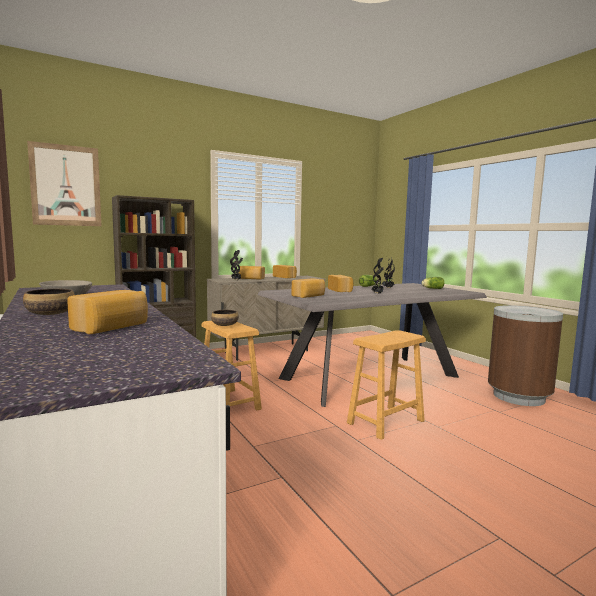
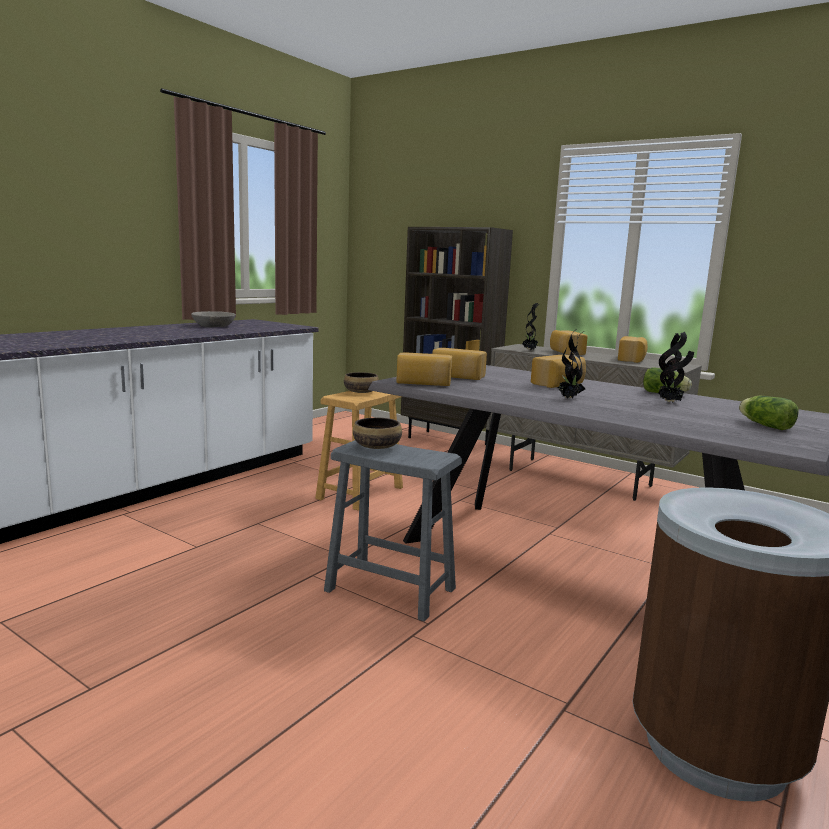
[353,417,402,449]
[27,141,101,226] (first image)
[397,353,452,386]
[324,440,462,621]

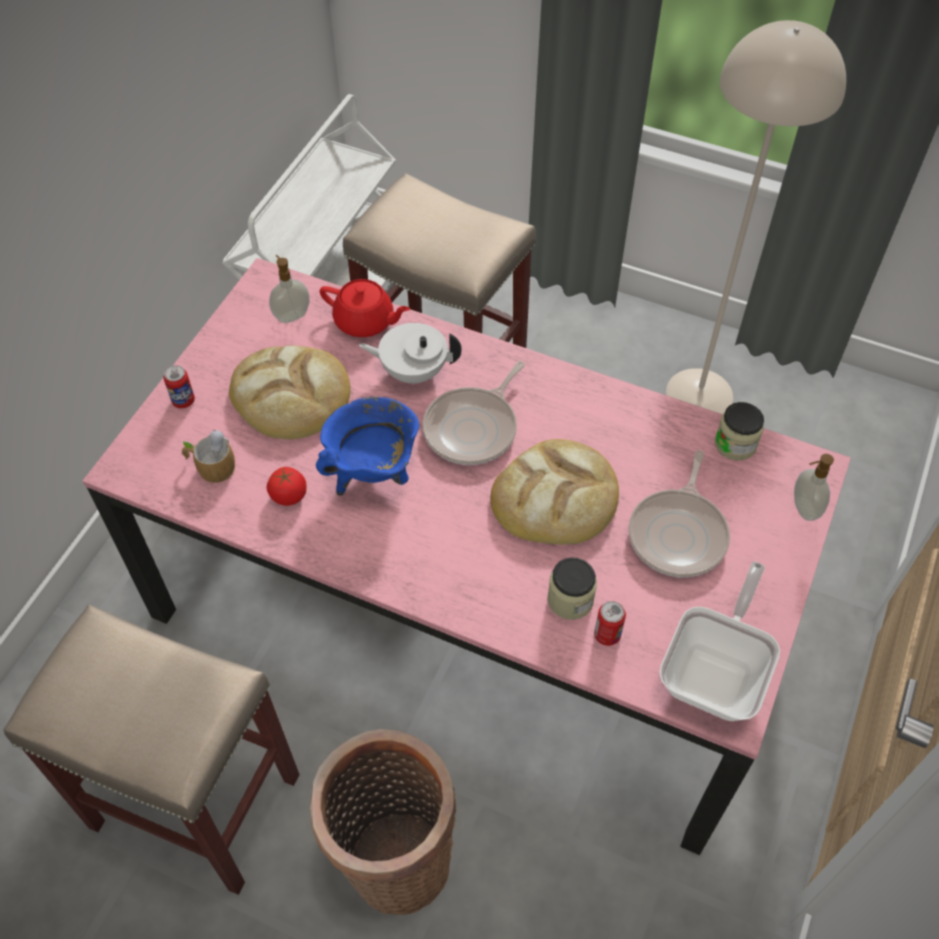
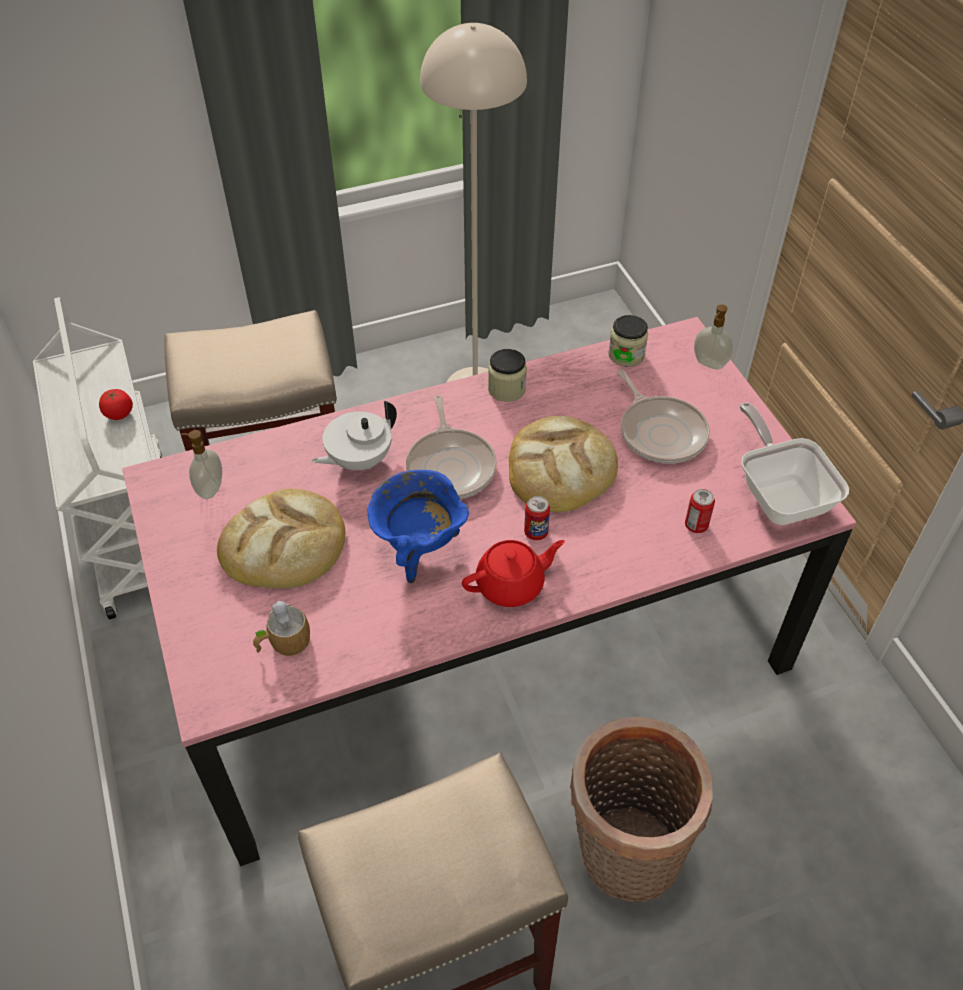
[524,496,550,540]
[99,389,133,420]
[462,540,565,607]
[488,349,527,402]

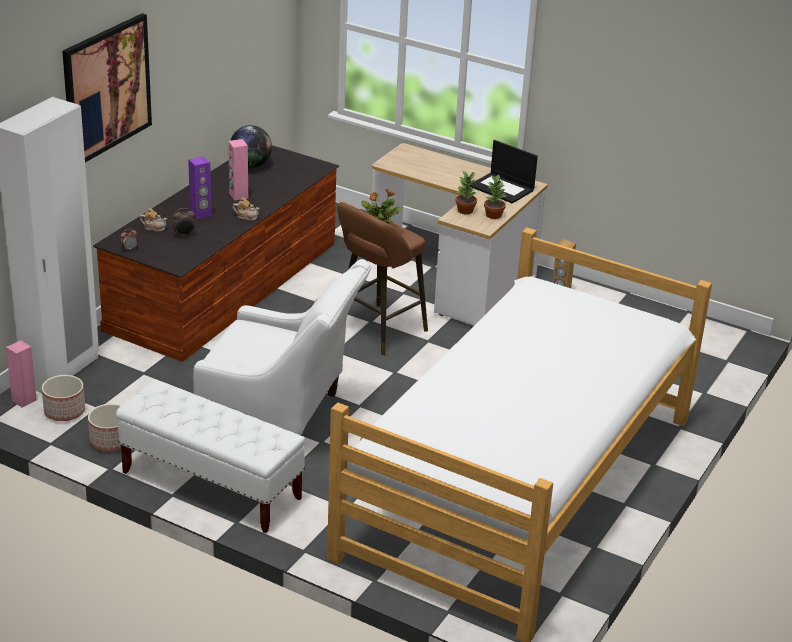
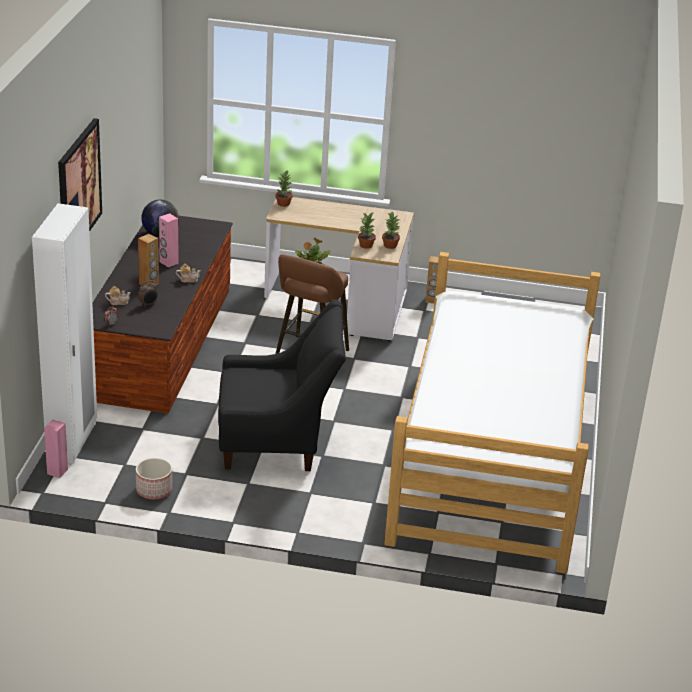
[42,375,85,421] (first image)
[116,380,305,533] (first image)
[138,234,159,286]
[218,299,346,471]
[470,140,538,203] (first image)
[275,171,293,207]

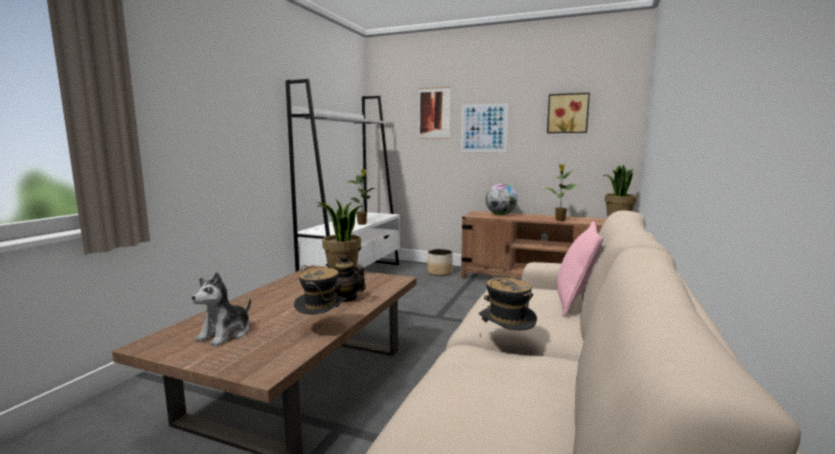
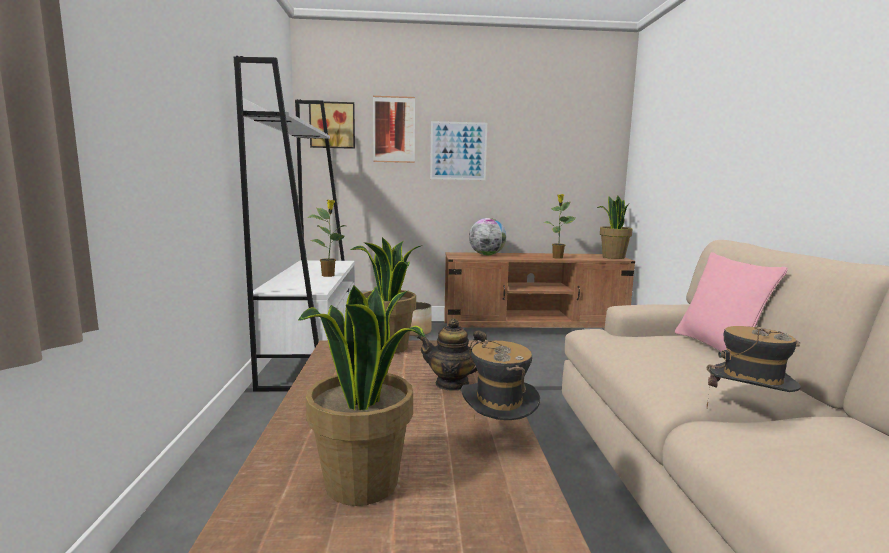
[298,286,425,506]
[309,101,355,149]

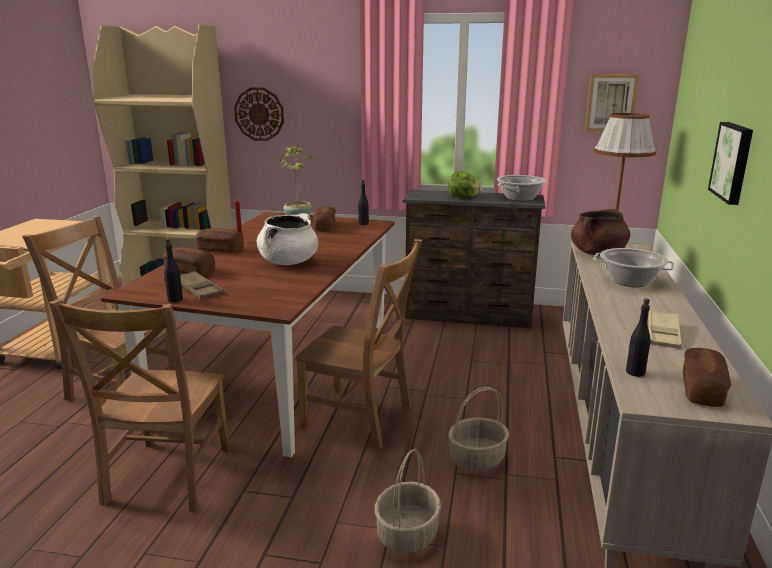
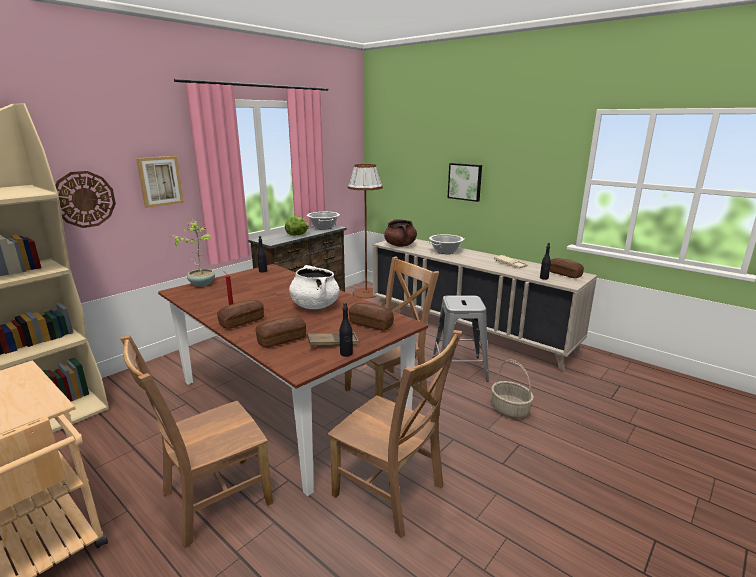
[349,303,394,331]
[432,296,489,382]
[136,156,184,208]

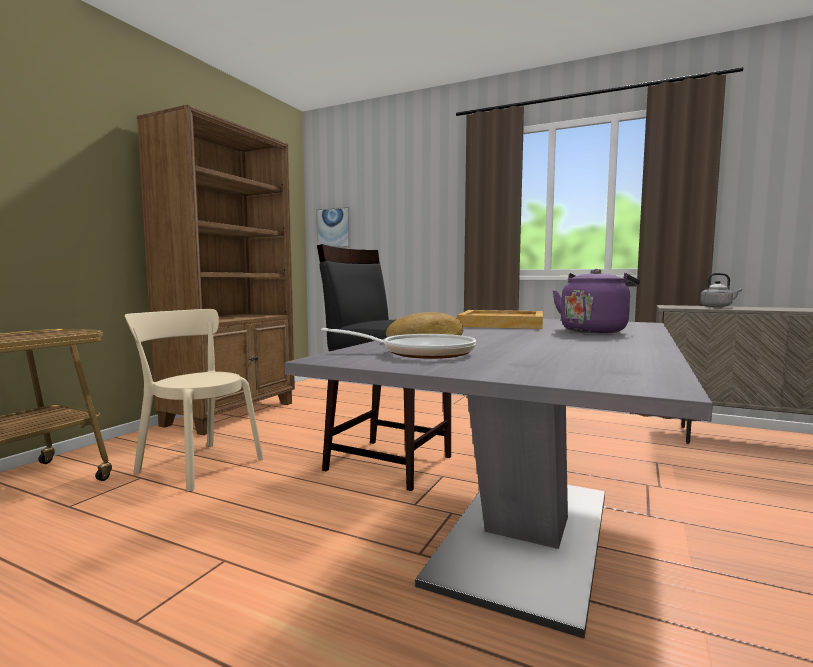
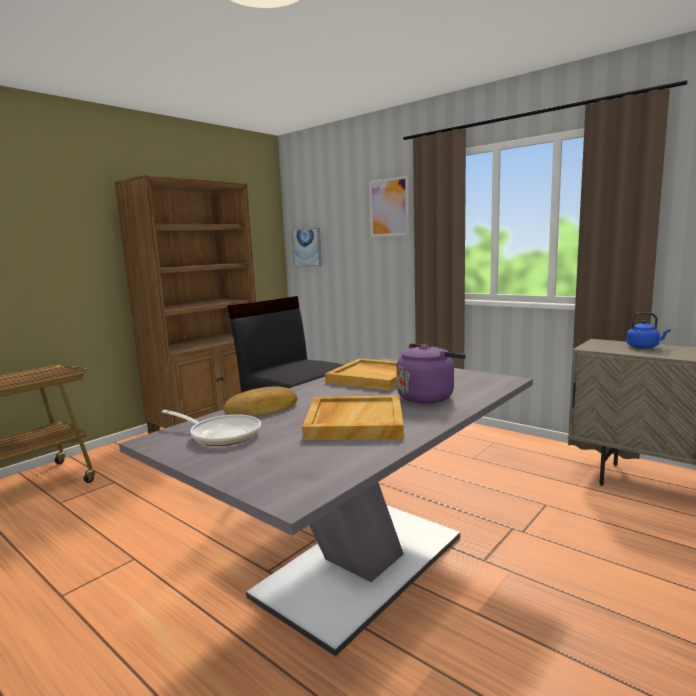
[125,309,264,492] (first image)
[626,312,671,349]
[302,395,404,440]
[369,176,409,237]

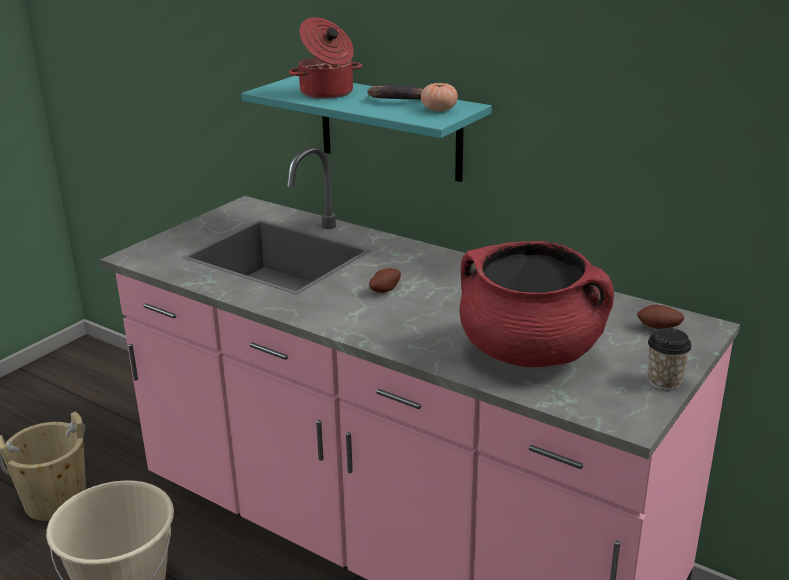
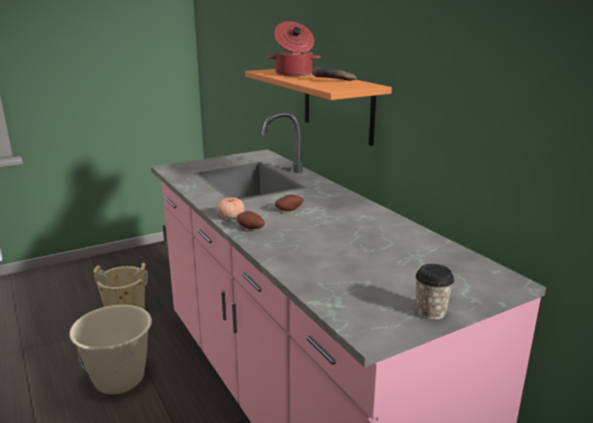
[245,69,392,146]
[217,198,244,219]
[460,241,614,367] (first image)
[237,211,265,229]

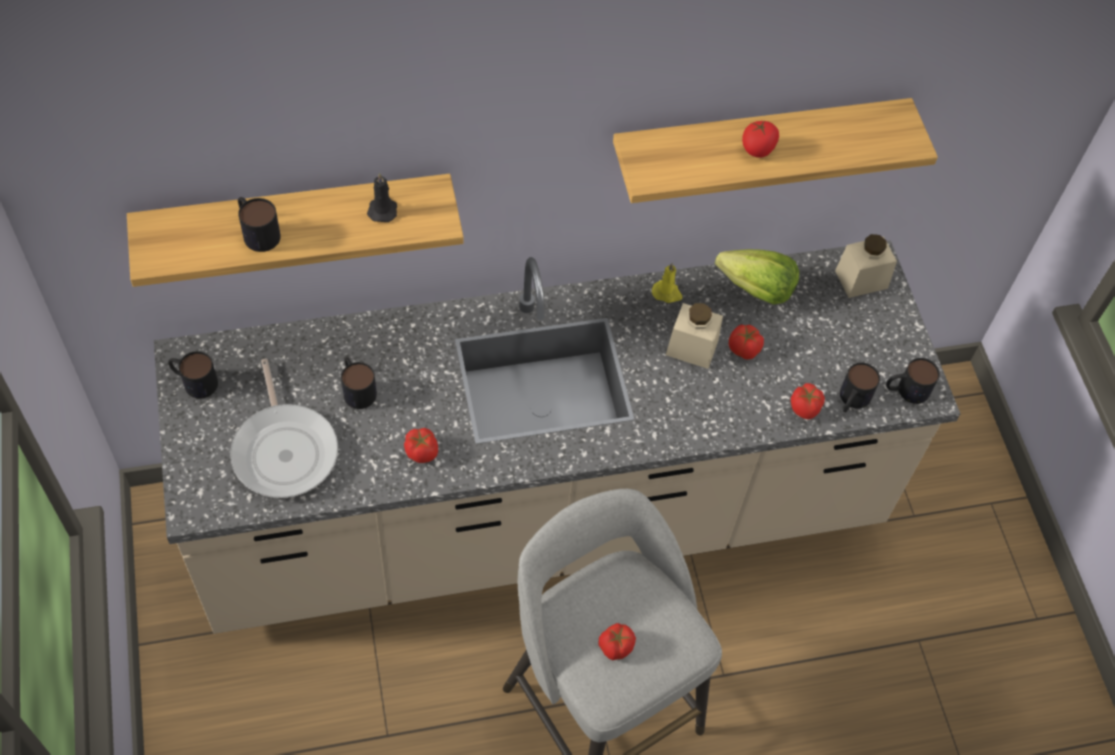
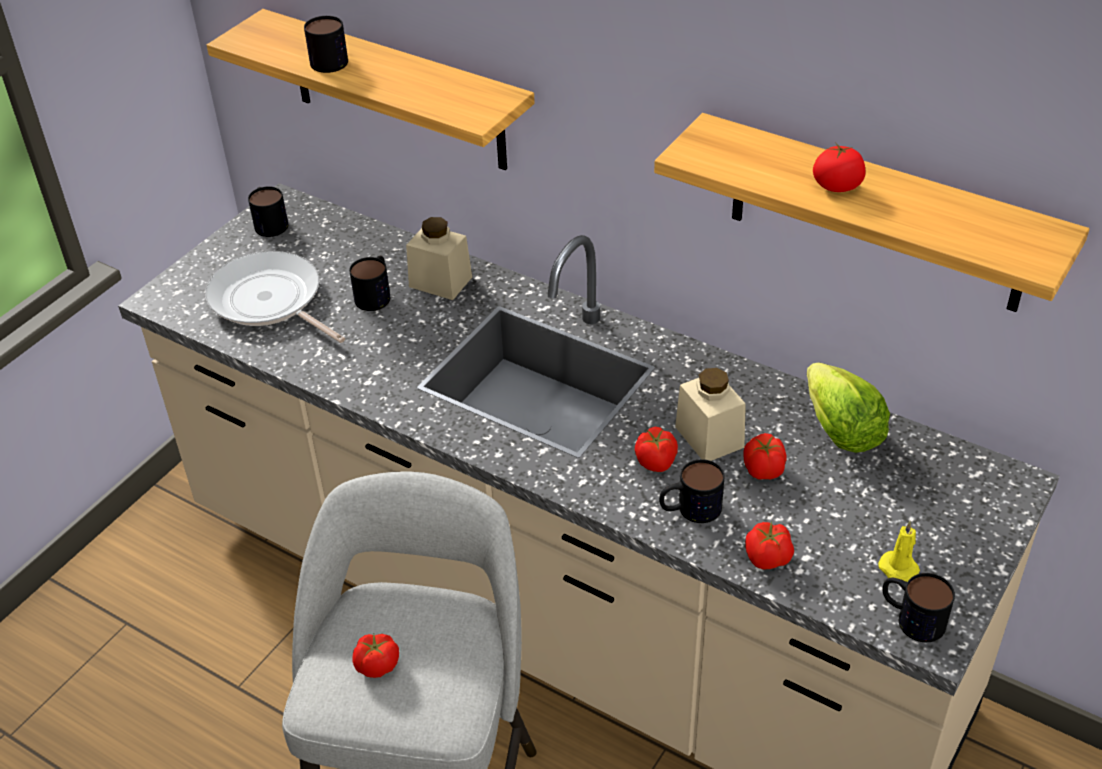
[205,251,345,343]
[367,173,397,222] (first image)
[635,427,678,472]
[878,521,920,582]
[406,217,472,300]
[659,459,725,523]

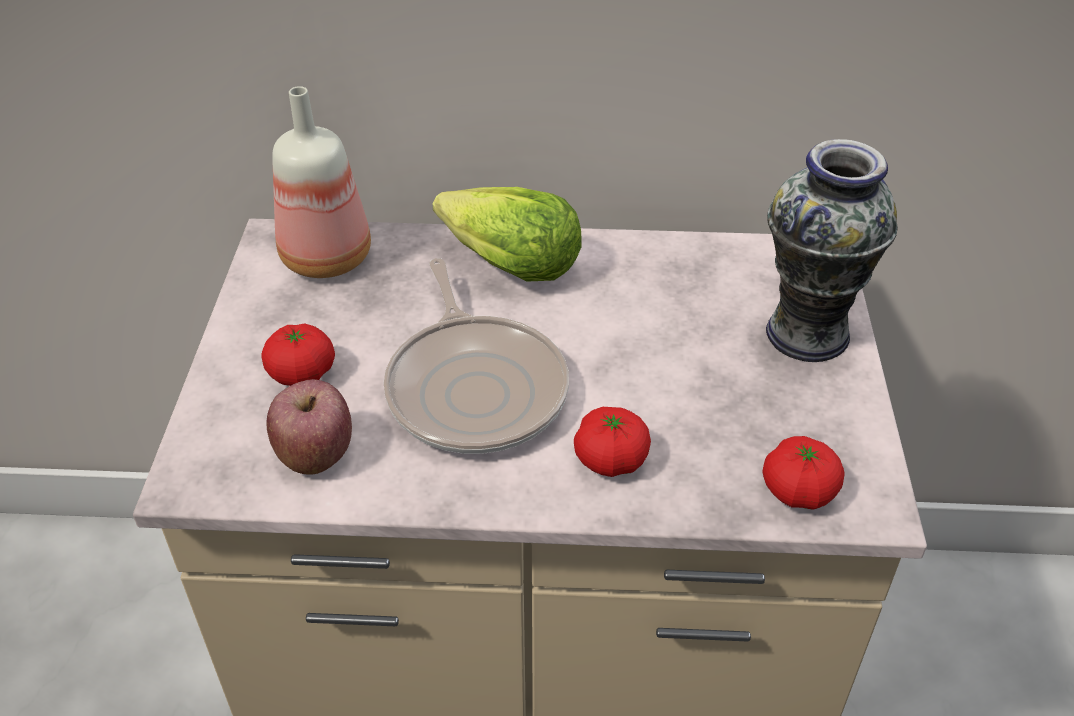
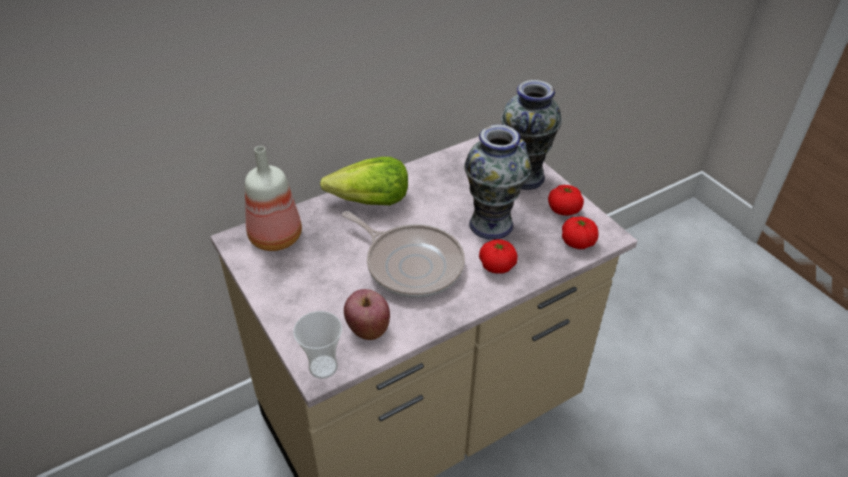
[548,185,584,216]
[293,311,342,379]
[464,124,531,240]

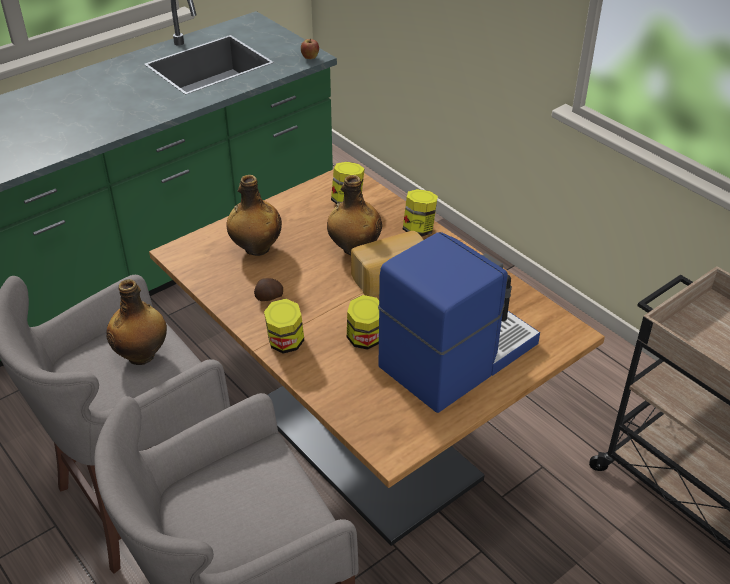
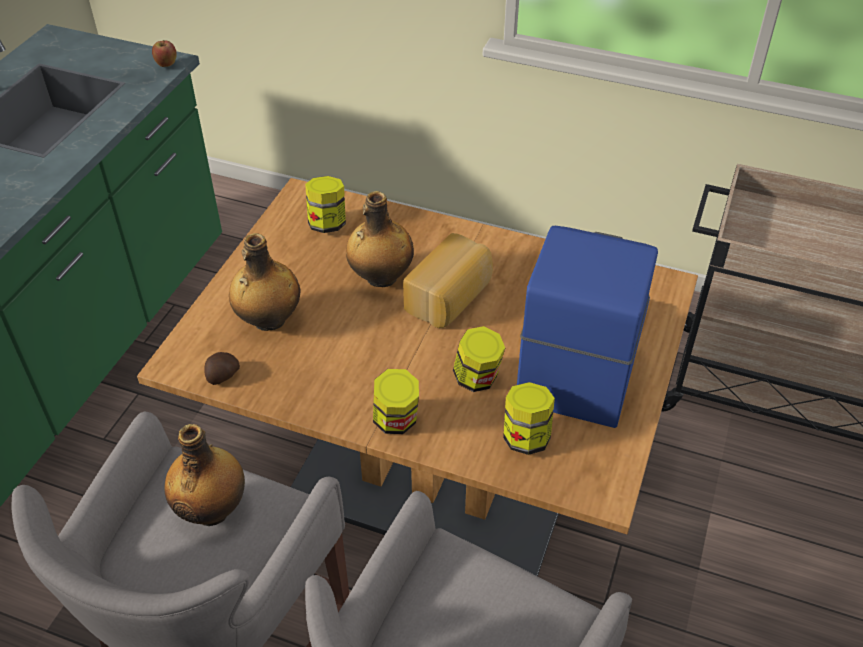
[204,352,240,385]
[503,382,555,455]

